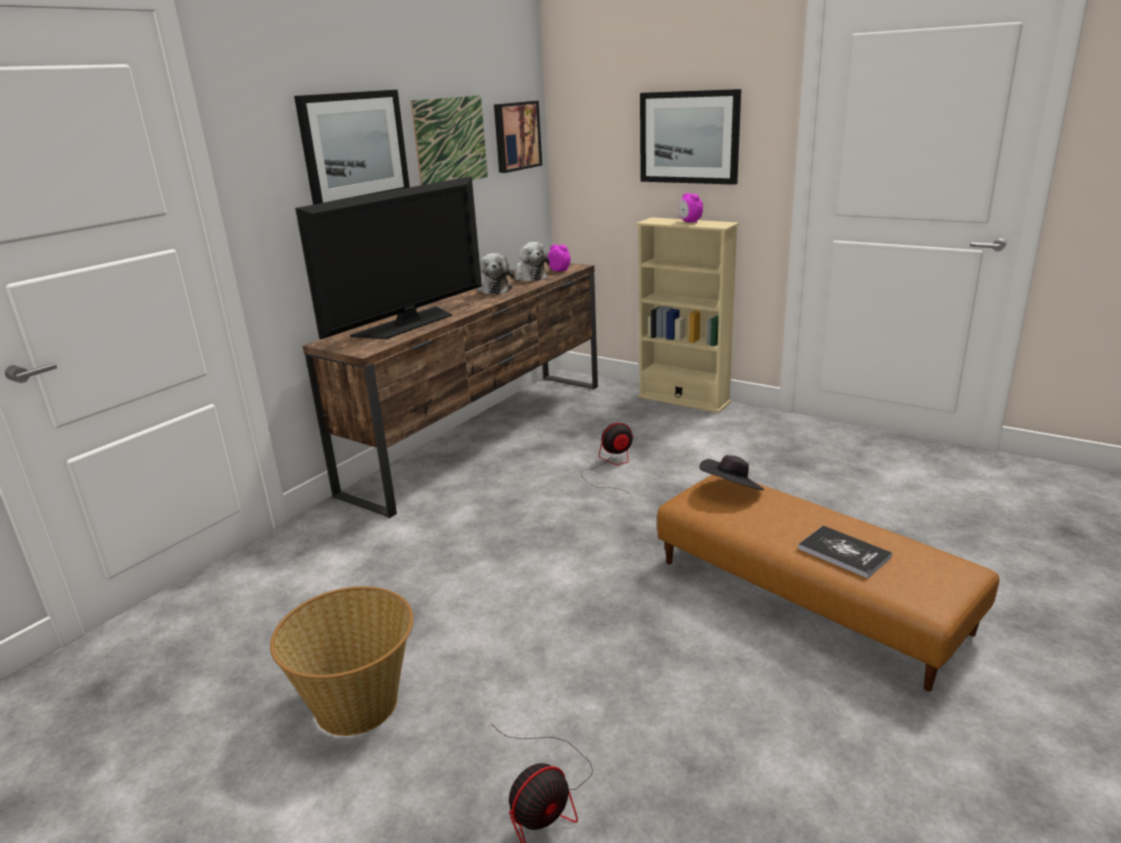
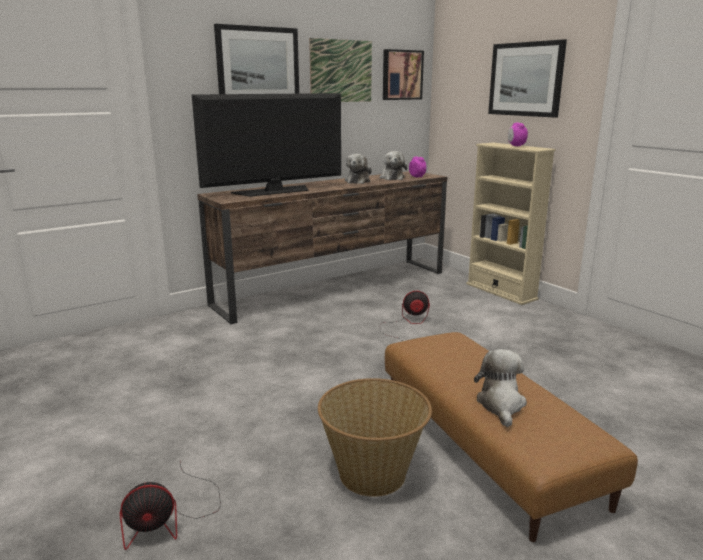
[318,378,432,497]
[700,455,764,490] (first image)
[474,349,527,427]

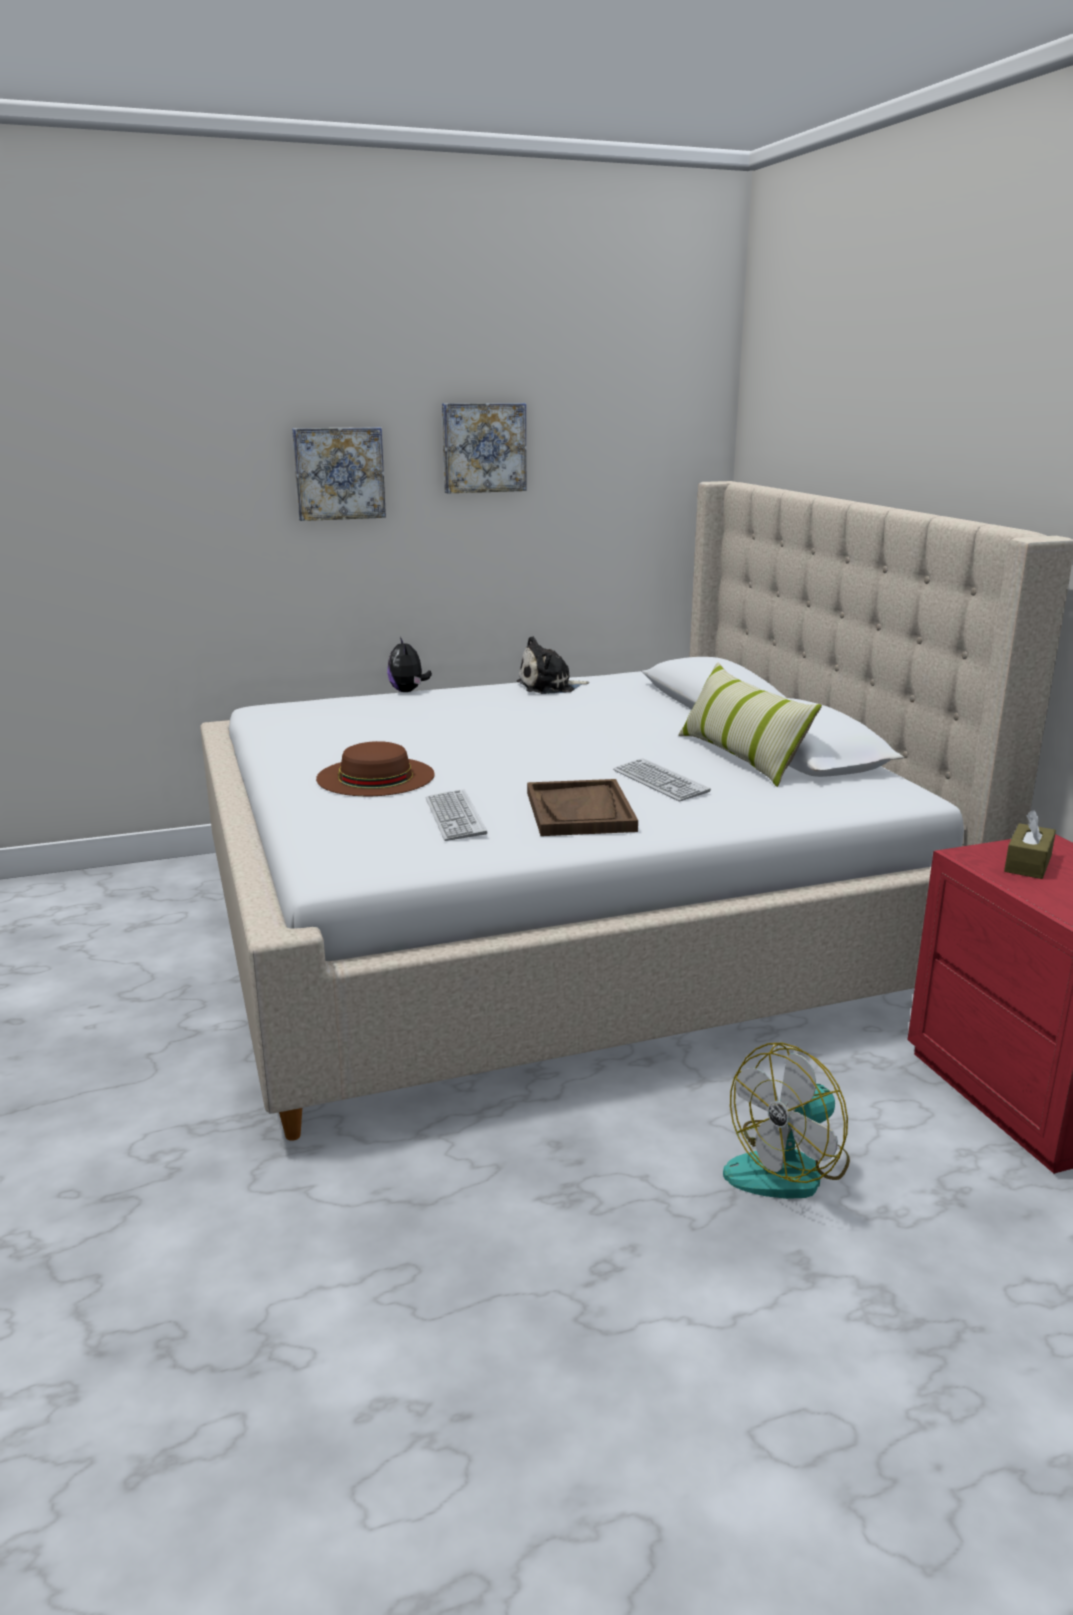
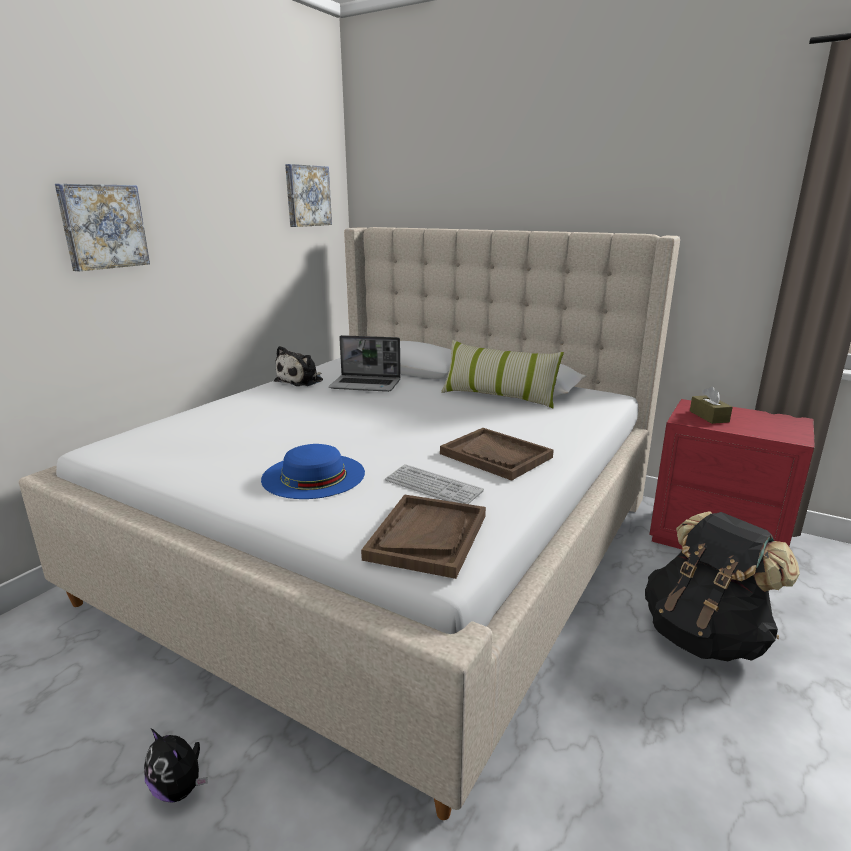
[261,444,365,499]
[144,729,208,803]
[285,164,332,227]
[613,758,711,801] (first image)
[645,512,800,661]
[329,335,401,392]
[361,494,486,579]

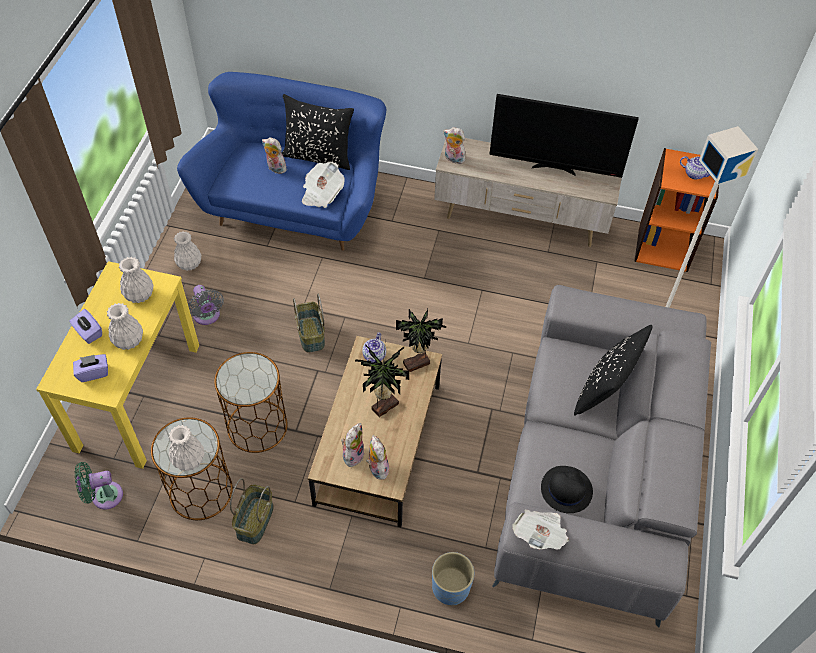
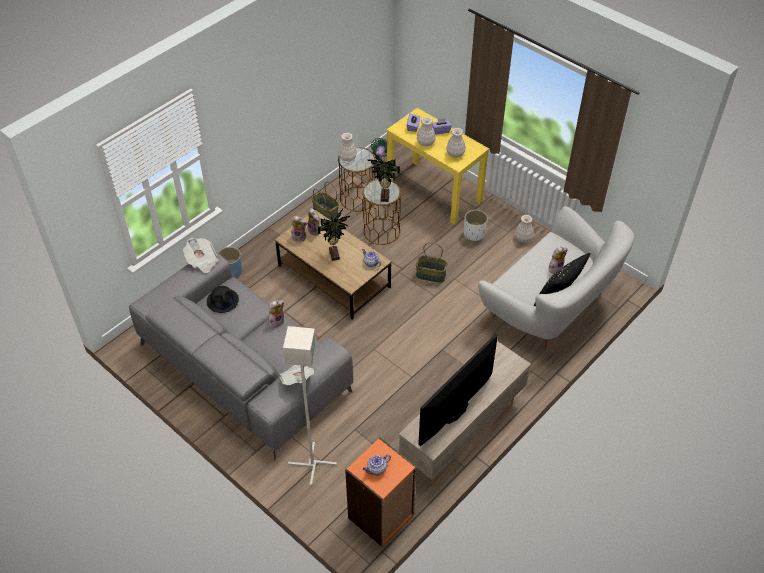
[478,206,635,350]
[464,210,488,241]
[279,365,314,385]
[367,152,400,202]
[268,300,284,328]
[574,325,653,416] (first image)

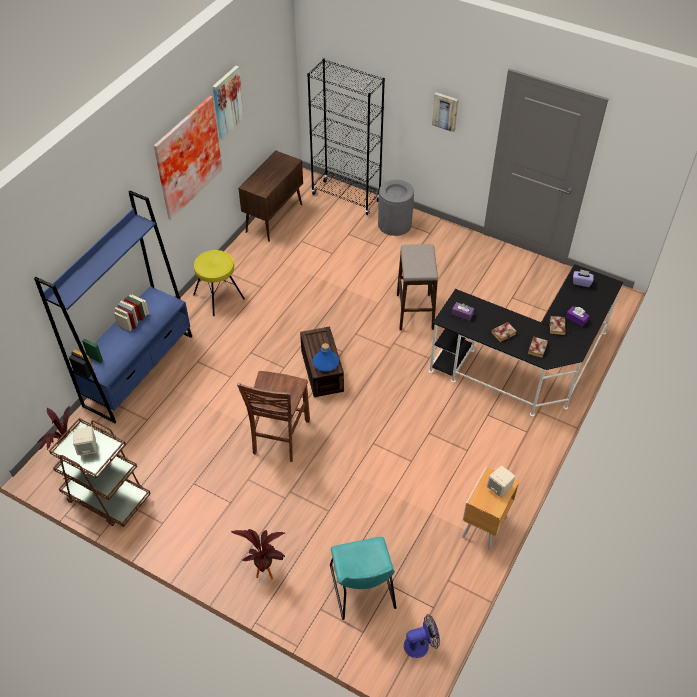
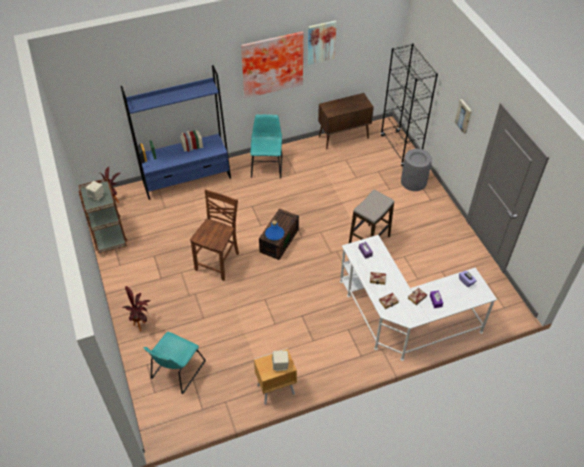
[250,114,282,178]
[190,189,239,281]
[404,614,440,658] (first image)
[340,235,497,361]

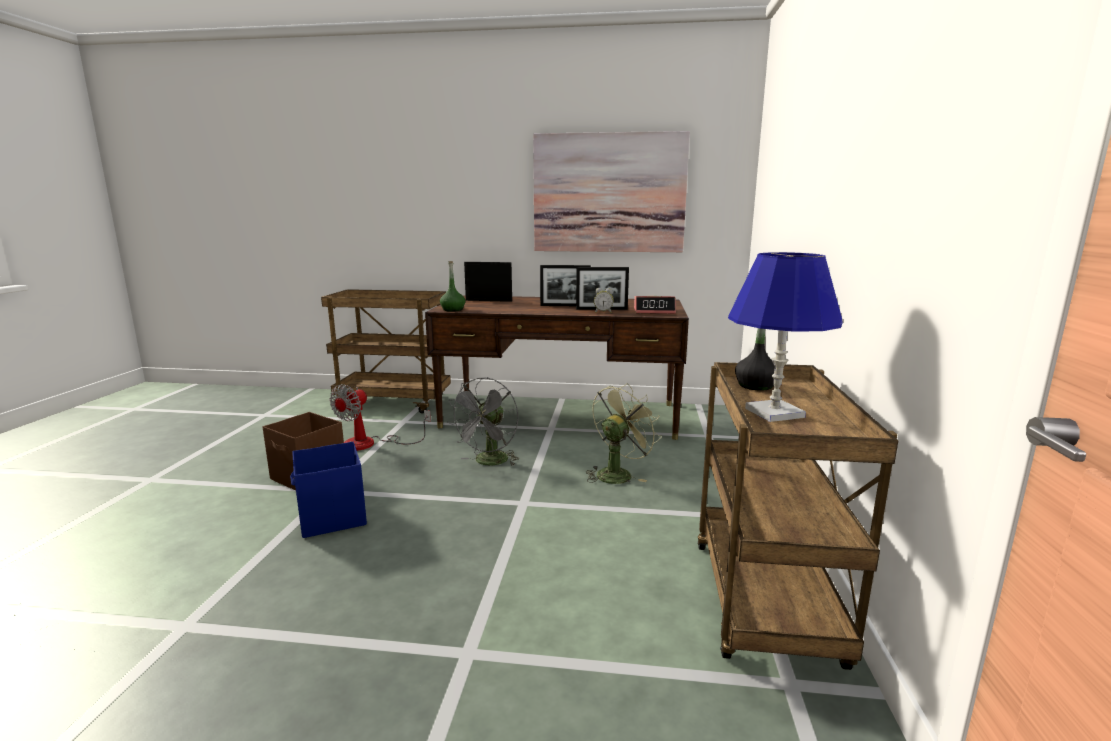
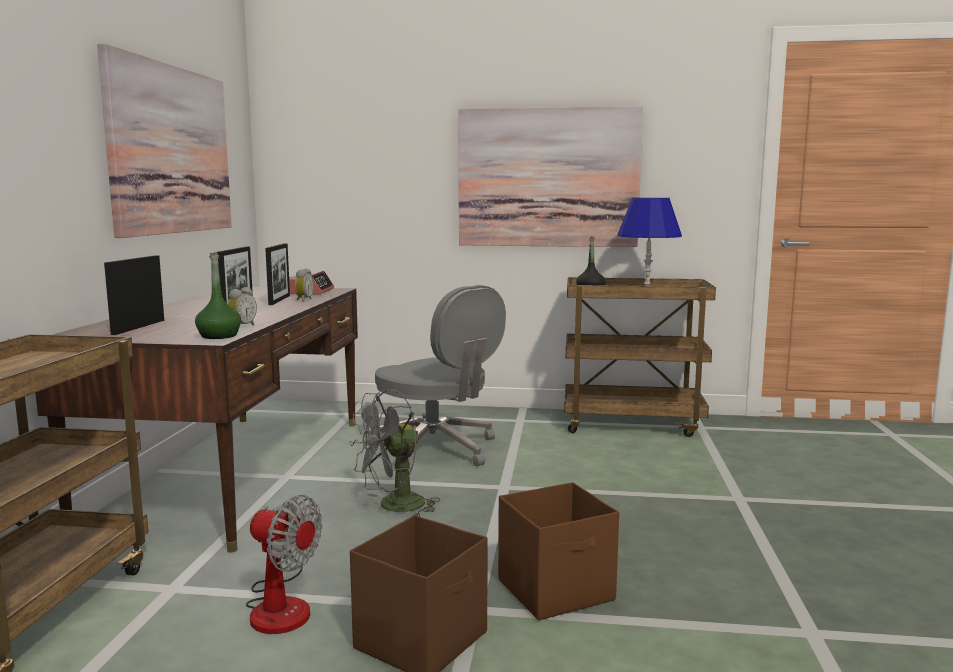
[498,482,619,621]
[349,389,440,517]
[367,285,506,466]
[227,287,257,325]
[458,106,643,247]

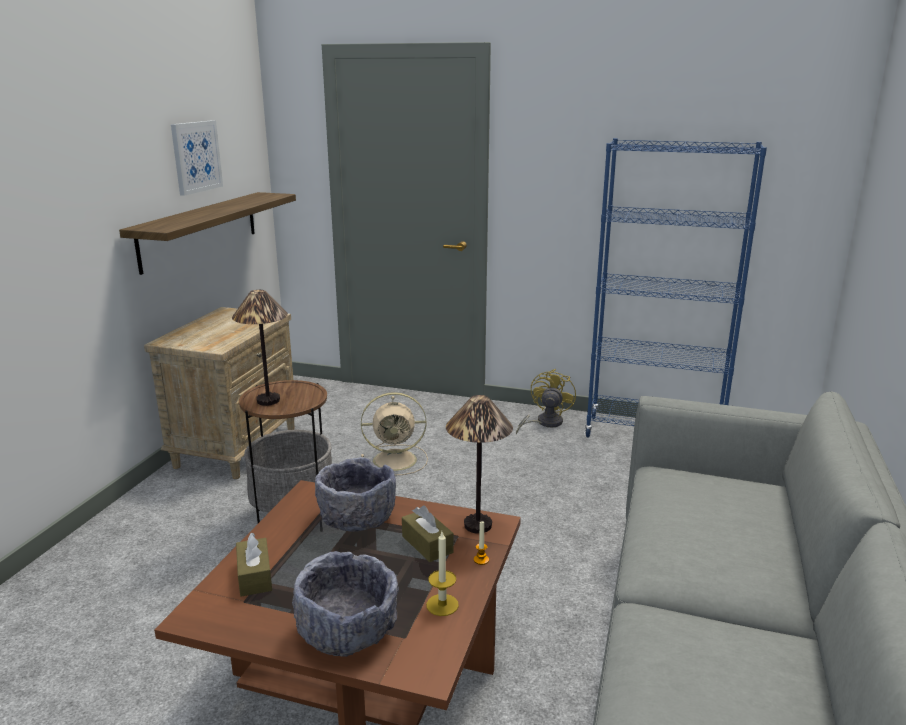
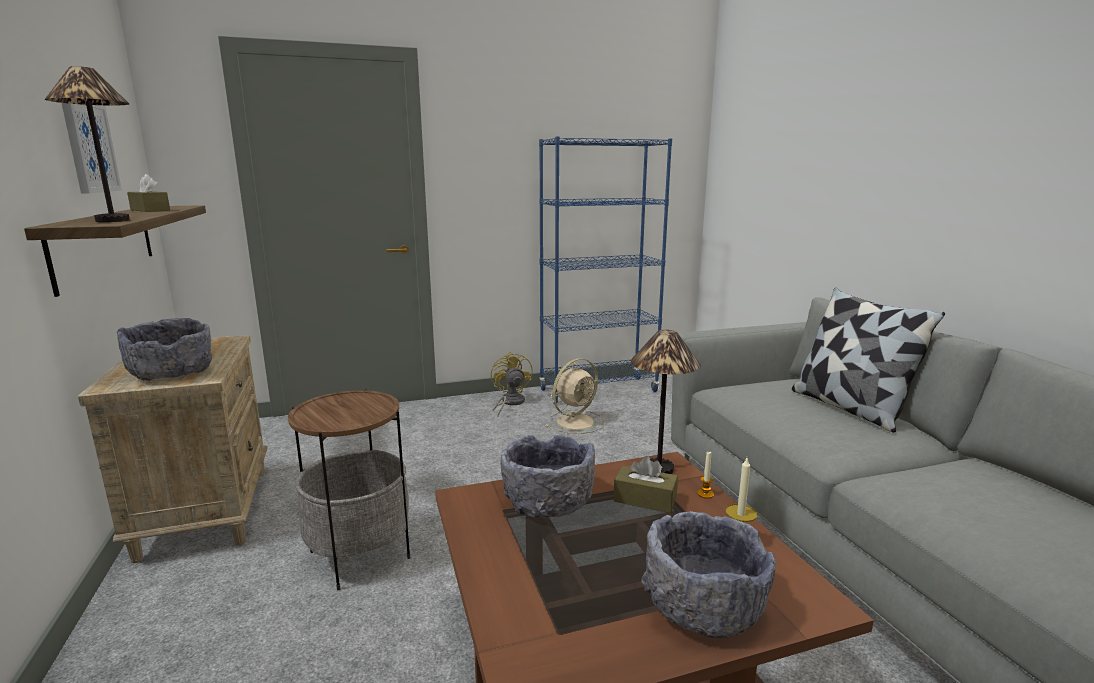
[45,66,129,222]
[127,174,170,212]
[545,358,605,434]
[117,318,212,381]
[792,288,945,433]

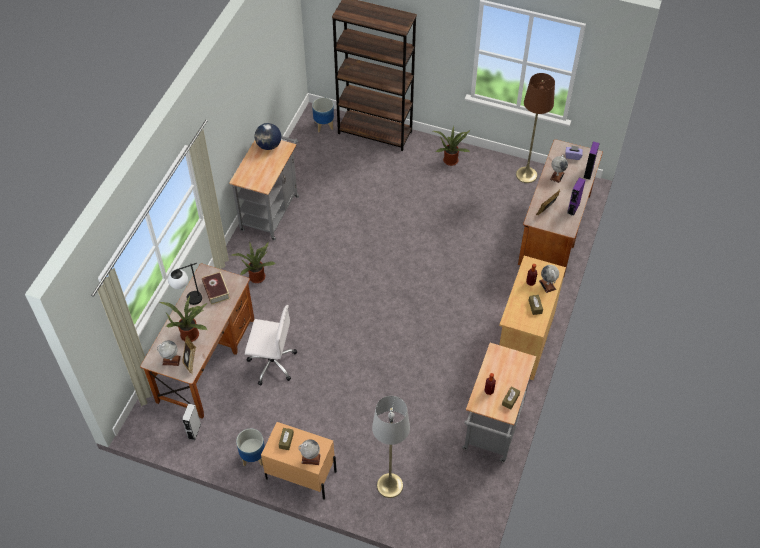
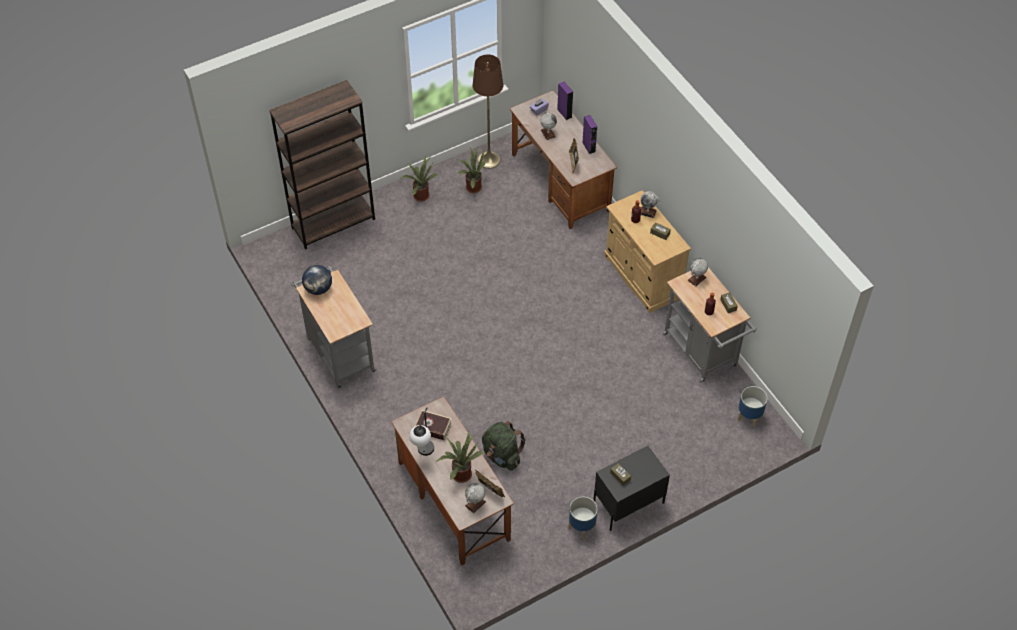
[182,403,201,440] (first image)
[457,146,486,193]
[482,421,526,471]
[593,446,670,531]
[687,258,708,287]
[738,386,768,427]
[372,396,410,498] (first image)

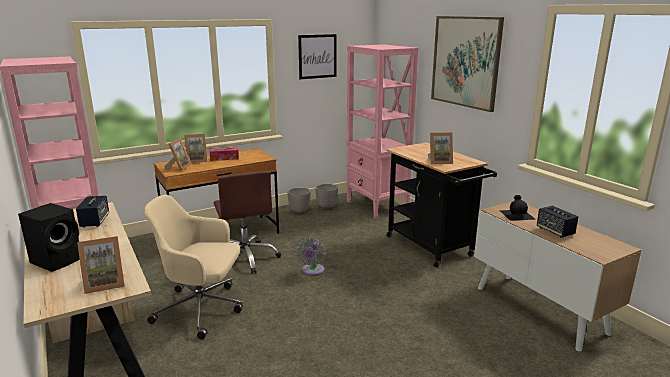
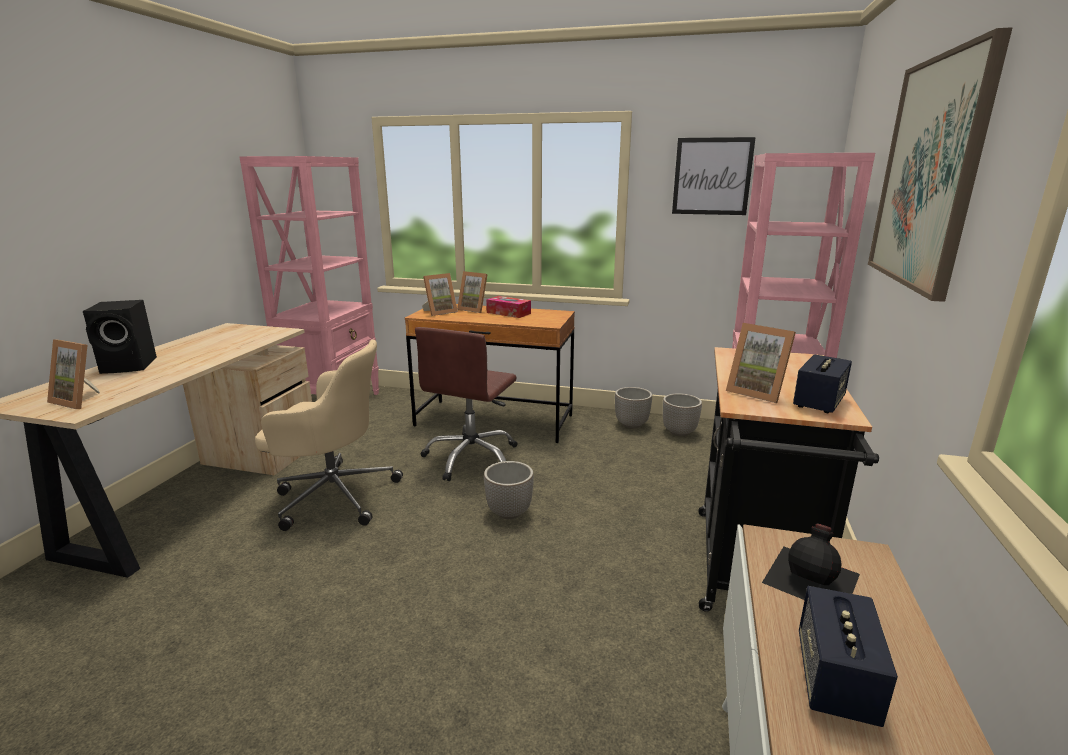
[793,354,852,413]
[255,340,403,531]
[484,461,534,519]

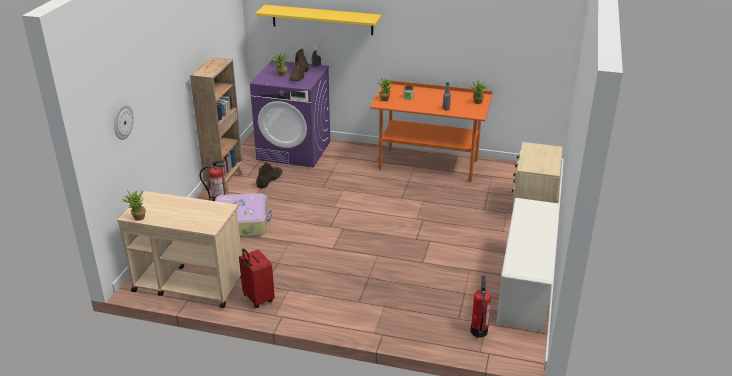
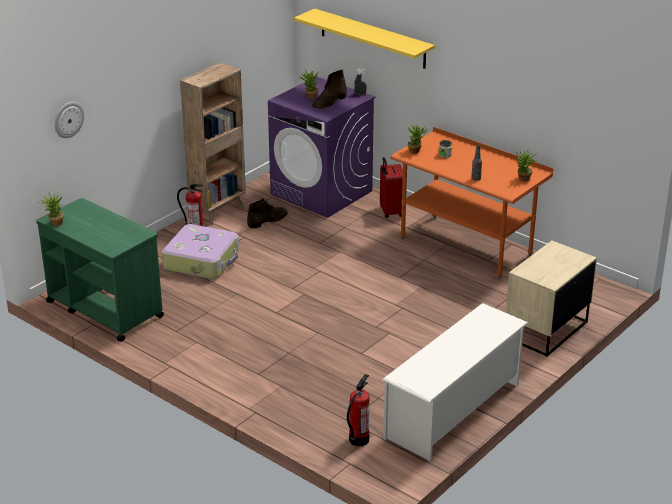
[36,198,164,342]
[380,157,403,218]

